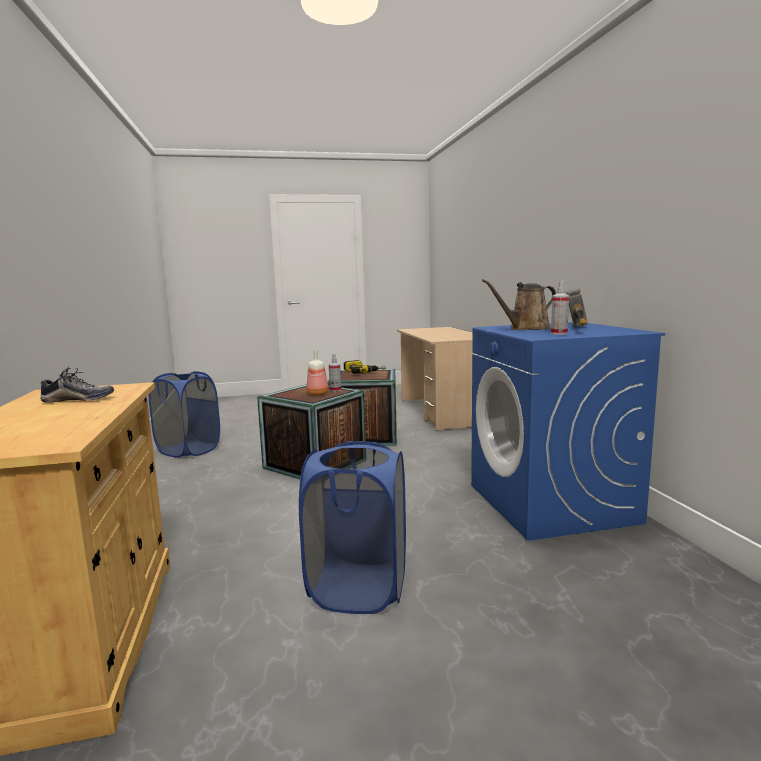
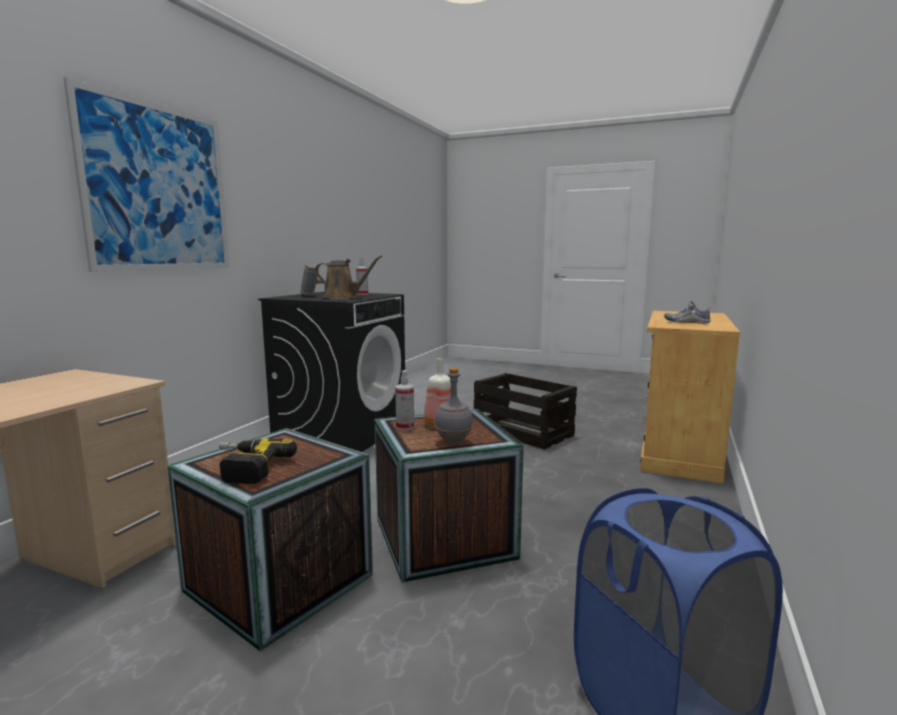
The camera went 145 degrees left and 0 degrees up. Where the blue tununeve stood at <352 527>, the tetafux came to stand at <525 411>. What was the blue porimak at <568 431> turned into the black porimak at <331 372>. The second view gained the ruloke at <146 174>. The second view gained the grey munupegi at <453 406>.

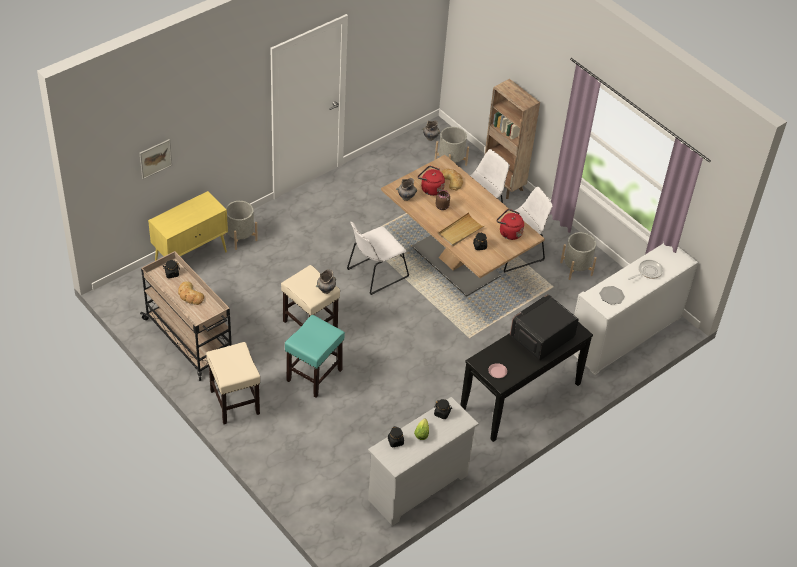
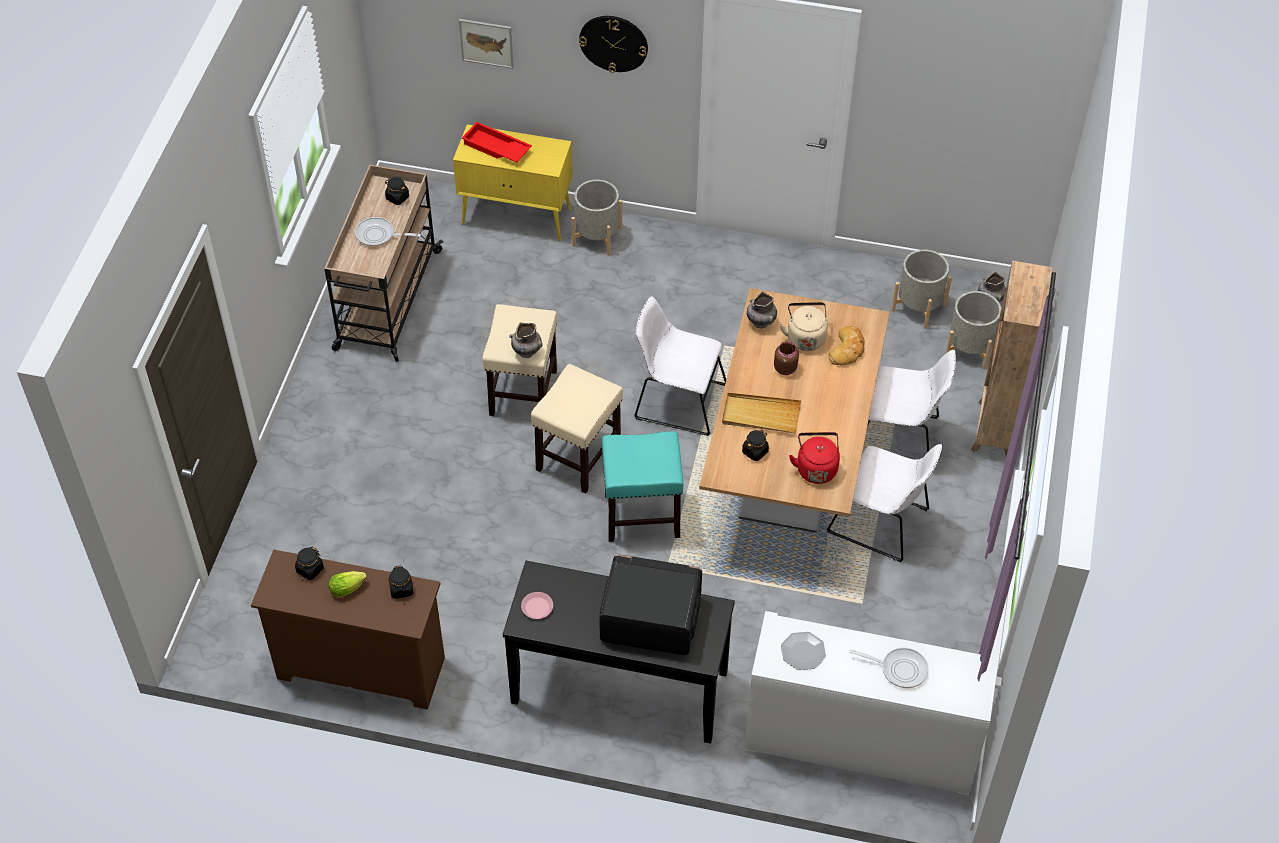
The camera went 55 degrees right and 5 degrees up. Where the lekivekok stood at <191 293>, the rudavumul came to stand at <388 232>. The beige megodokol ended up elsewhere, having gone from <233 383> to <577 429>. The turquoise megodokol ended up elsewhere, having gone from <315 356> to <642 486>. What was the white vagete at <423 461> turned into the brown vagete at <348 629>. What was the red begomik at <431 181> turned into the beige begomik at <804 326>. The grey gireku ended up elsewhere, having gone from <578 256> to <921 289>. The second view gained the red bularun at <497 142>. The second view gained the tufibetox at <613 44>.

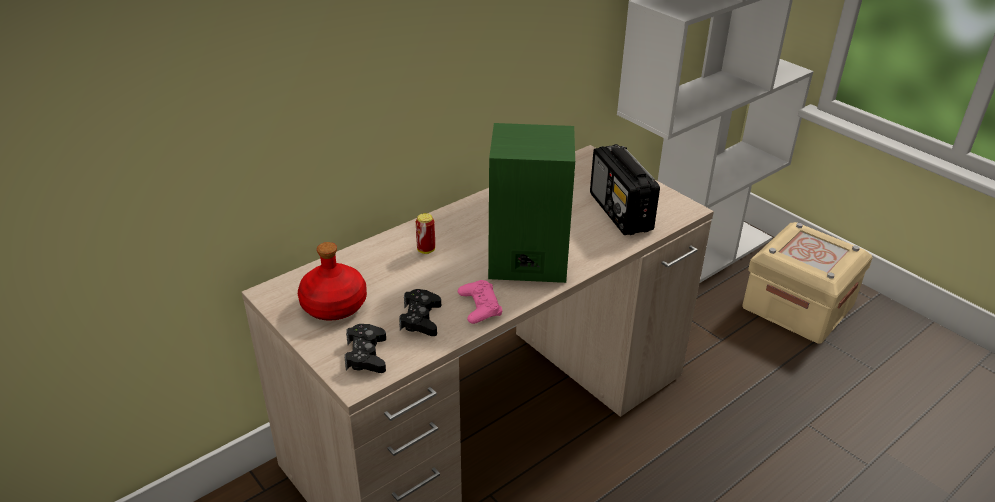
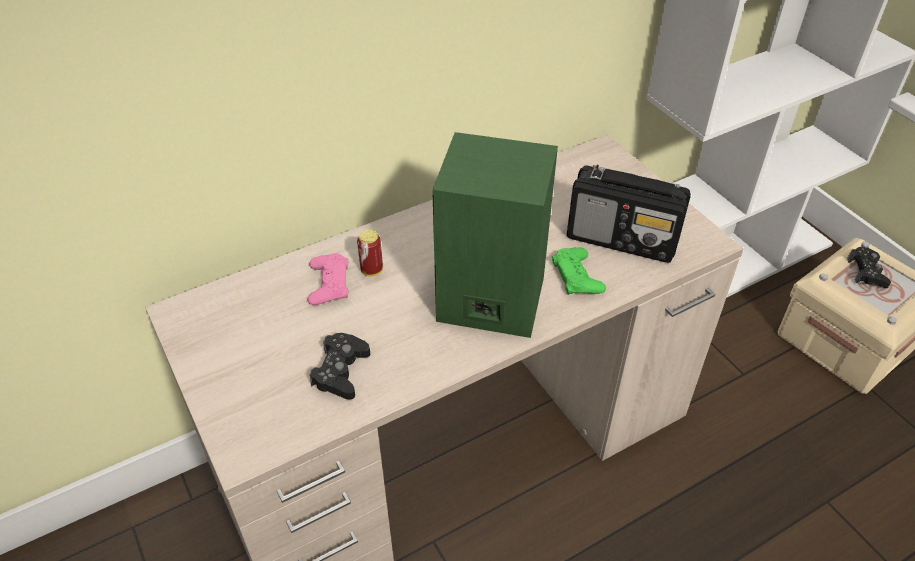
The camera went 10 degrees right and 10 degrees up. The second view lost the red munupegi at <332 281>. The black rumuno ended up elsewhere, having gone from <365 348> to <869 267>. The pink rumuno ended up elsewhere, having gone from <480 302> to <328 279>. The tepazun at <625 189> ended up facing another way, 60 degrees counterclockwise from before. The second view gained the green rumuno at <579 271>.

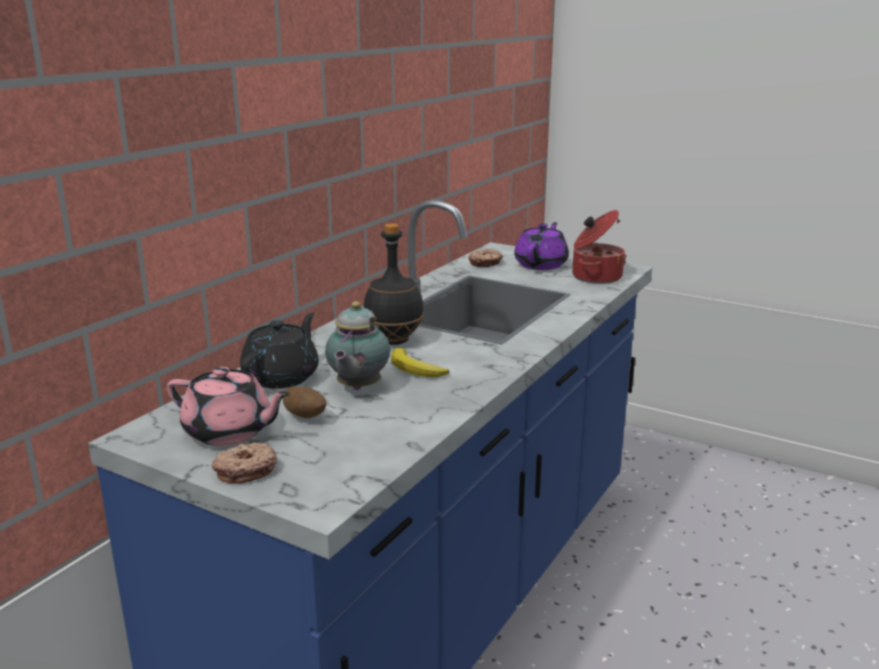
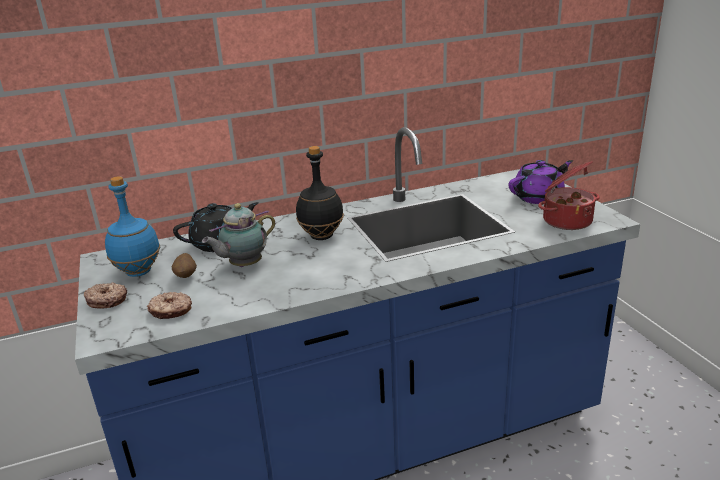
The camera went 40 degrees right and 5 degrees up. Where the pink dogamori stood at <229 406>, the blue munupegi came to stand at <132 226>. The second view lost the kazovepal at <420 362>. The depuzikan ended up elsewhere, having gone from <485 258> to <169 305>.

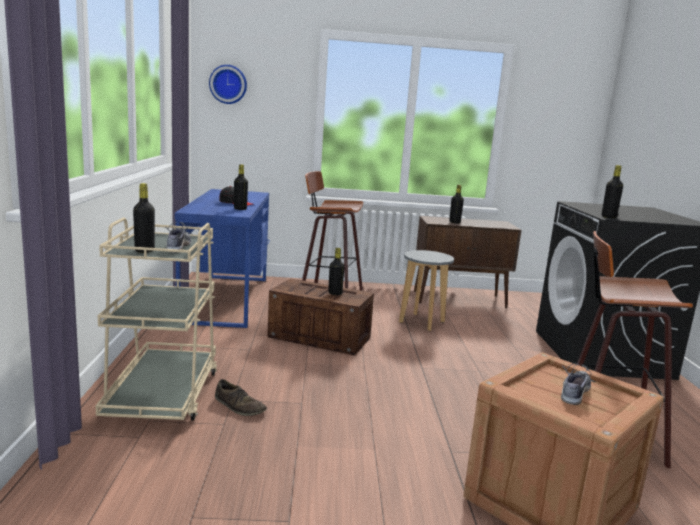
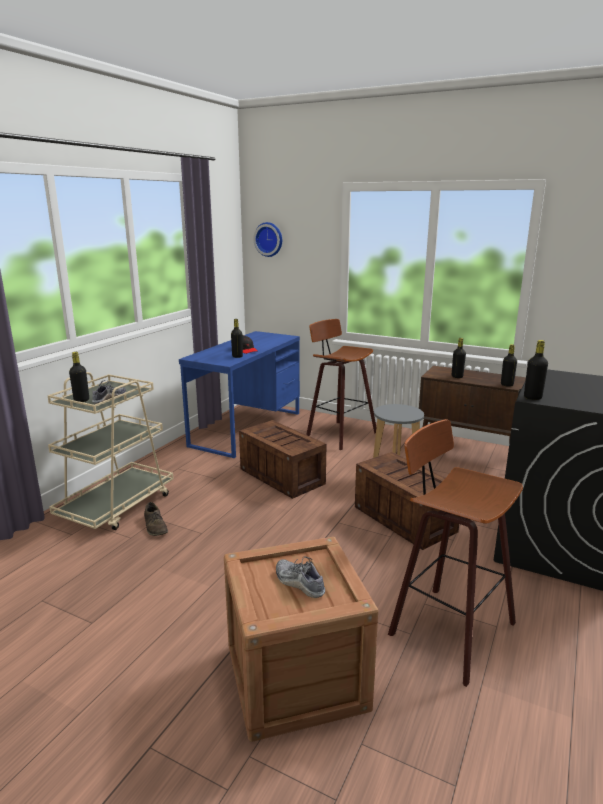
The camera went 30 degrees right and 5 degrees up. The black munupegi ended up elsewhere, having gone from <336 271> to <509 365>. The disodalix at <578 384> ended up facing another way, 105 degrees counterclockwise from before. The second view gained the tetafux at <407 501>.

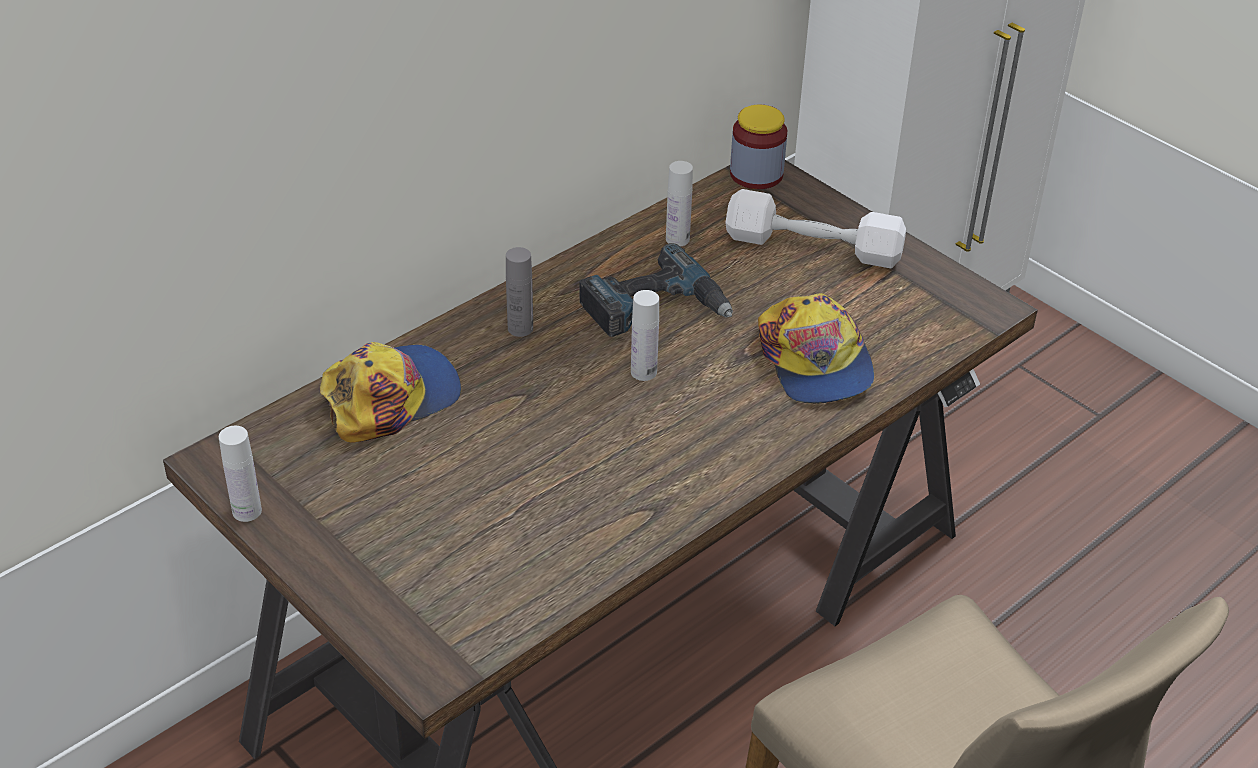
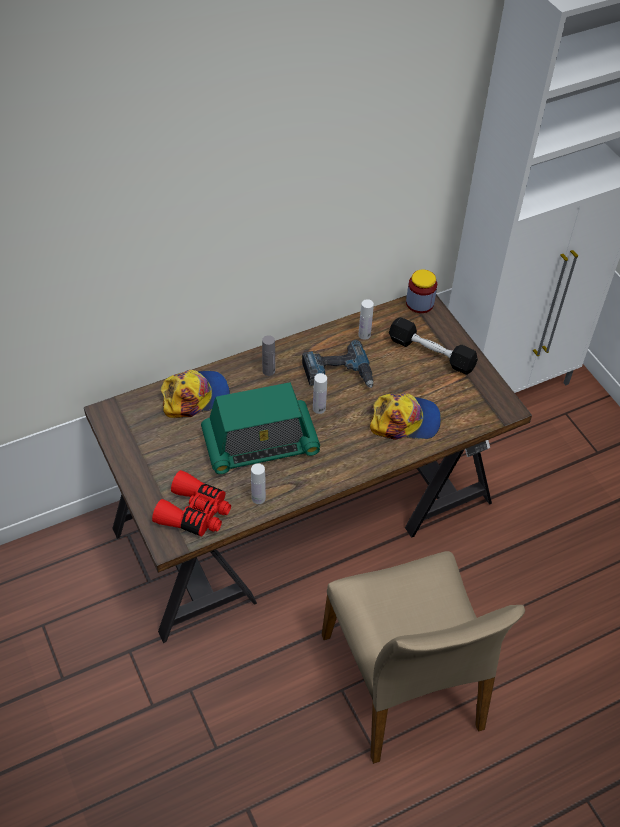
The camera went 15 degrees right and 10 degrees up. The white munupegi ended up elsewhere, having gone from <240 474> to <258 483>. What was the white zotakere at <815 228> turned into the black zotakere at <433 346>. The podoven at <816 348> ended up facing another way, 90 degrees counterclockwise from before. The second view gained the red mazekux at <191 503>. The second view gained the tepazun at <260 428>.

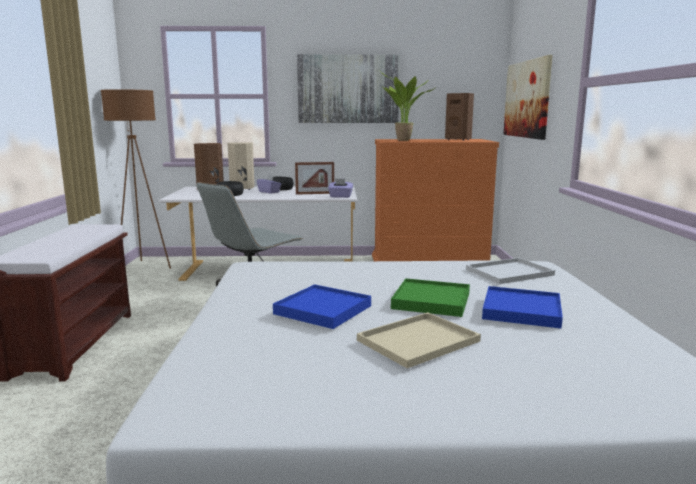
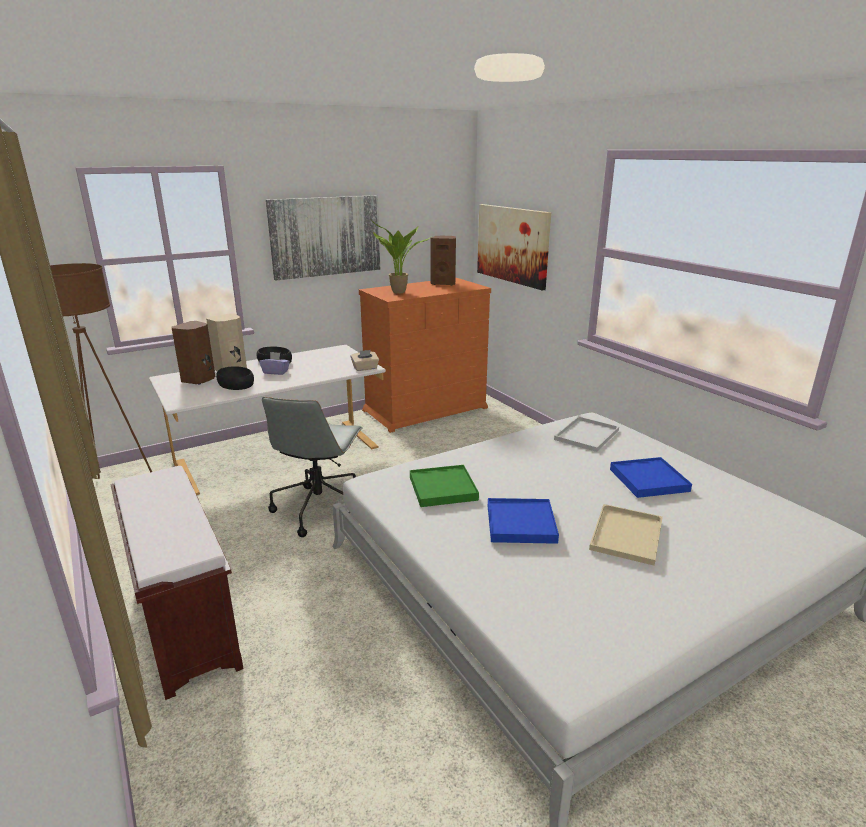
The camera went 30 degrees left and 10 degrees up. The second view lost the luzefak at <314 178>. What was the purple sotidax at <340 188> turned into the beige sotidax at <365 360>. The green bularun ended up elsewhere, having gone from <430 297> to <444 486>.

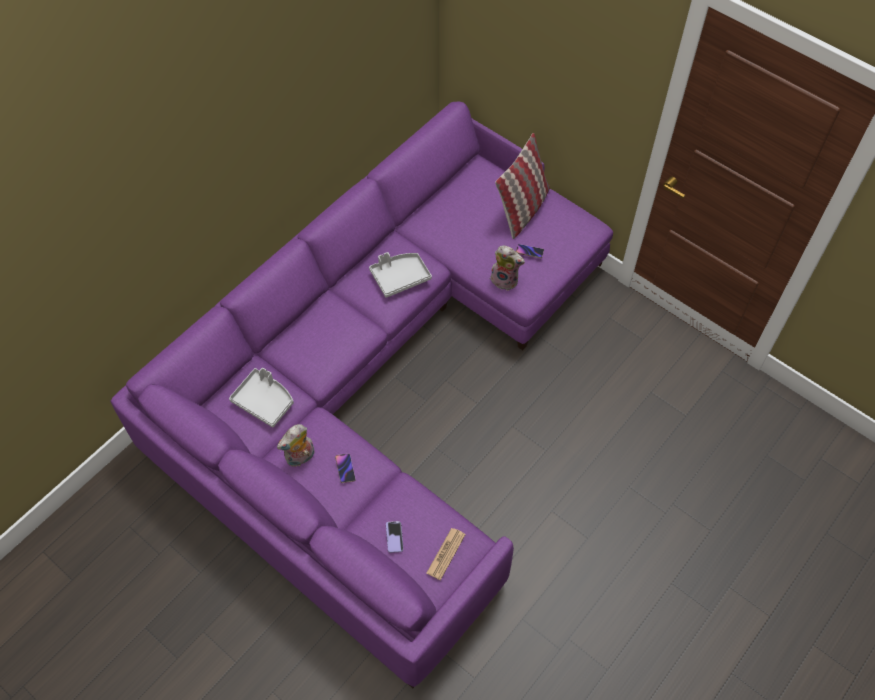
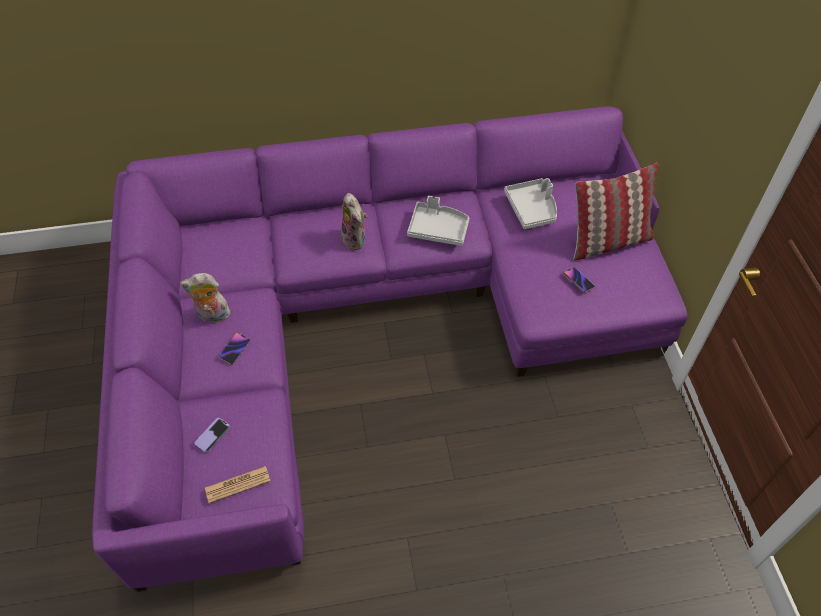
The camera went 40 degrees right and 5 degrees down. The grey bularun ended up elsewhere, having gone from <261 397> to <530 203>. The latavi ended up elsewhere, having gone from <506 268> to <354 221>.

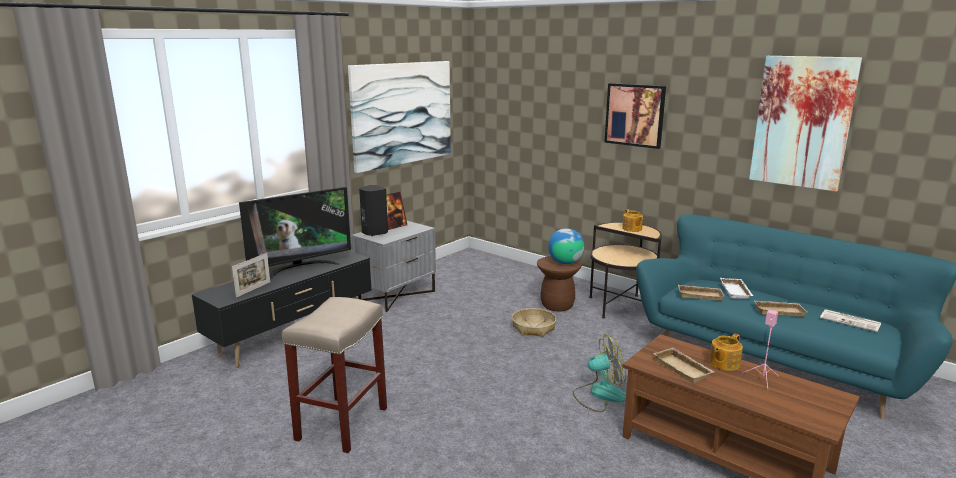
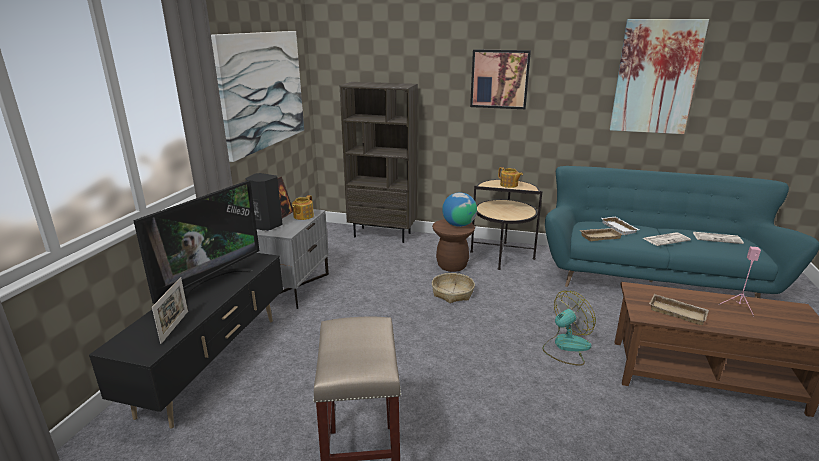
The camera went 25 degrees left and 5 degrees up. The dogamori ended up elsewhere, having gone from <726 352> to <303 207>. Where the beige bularun stood at <780 309>, the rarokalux came to stand at <667 239>. The second view gained the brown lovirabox at <378 162>.

